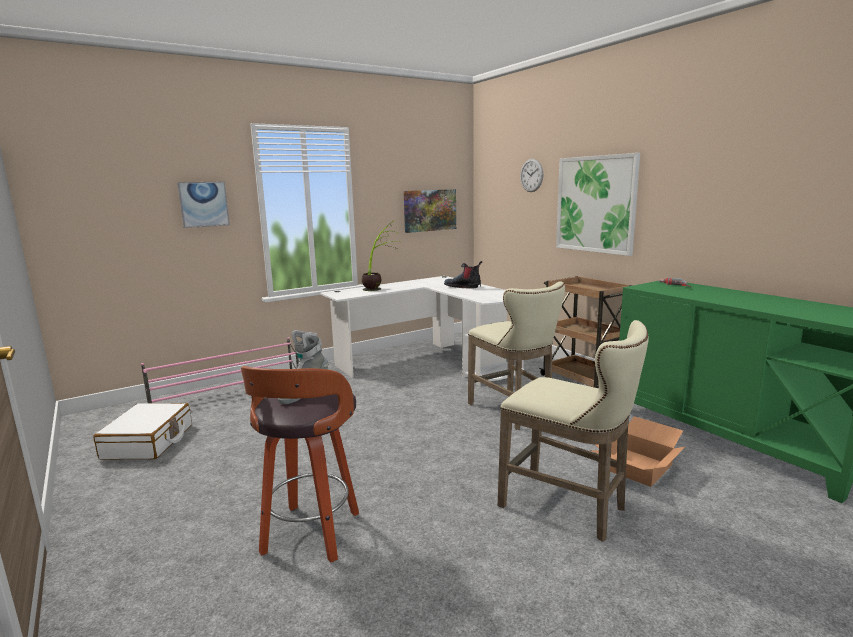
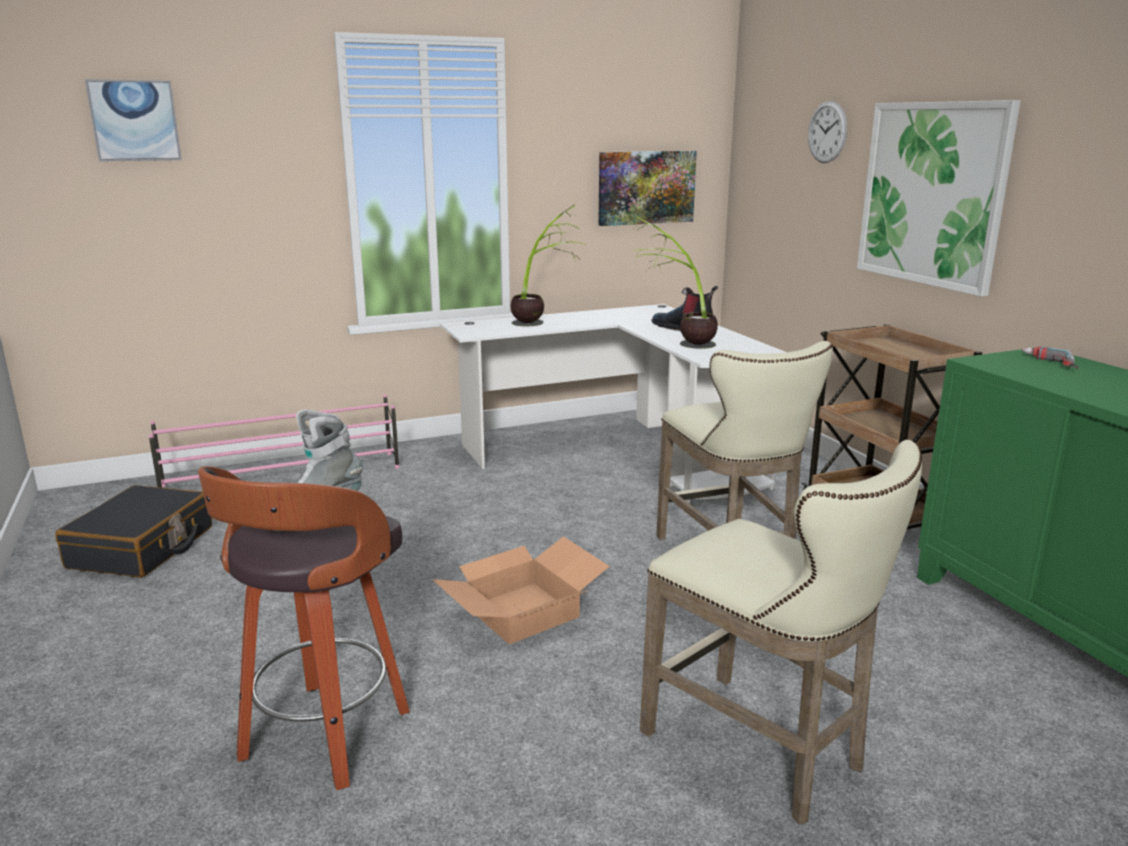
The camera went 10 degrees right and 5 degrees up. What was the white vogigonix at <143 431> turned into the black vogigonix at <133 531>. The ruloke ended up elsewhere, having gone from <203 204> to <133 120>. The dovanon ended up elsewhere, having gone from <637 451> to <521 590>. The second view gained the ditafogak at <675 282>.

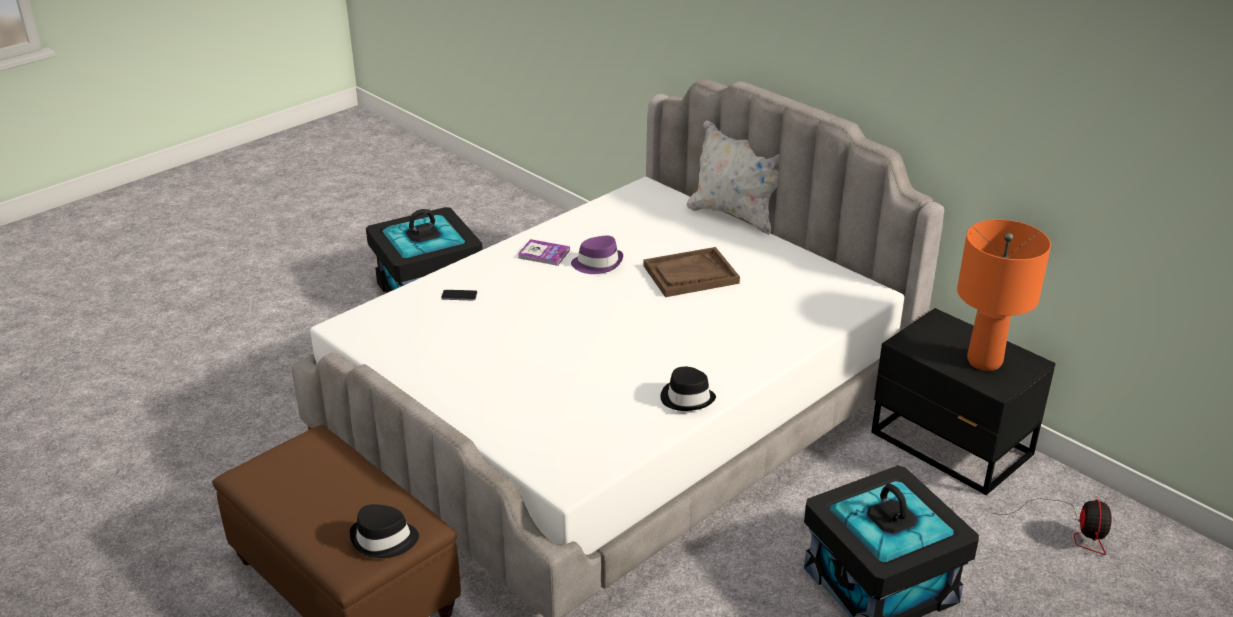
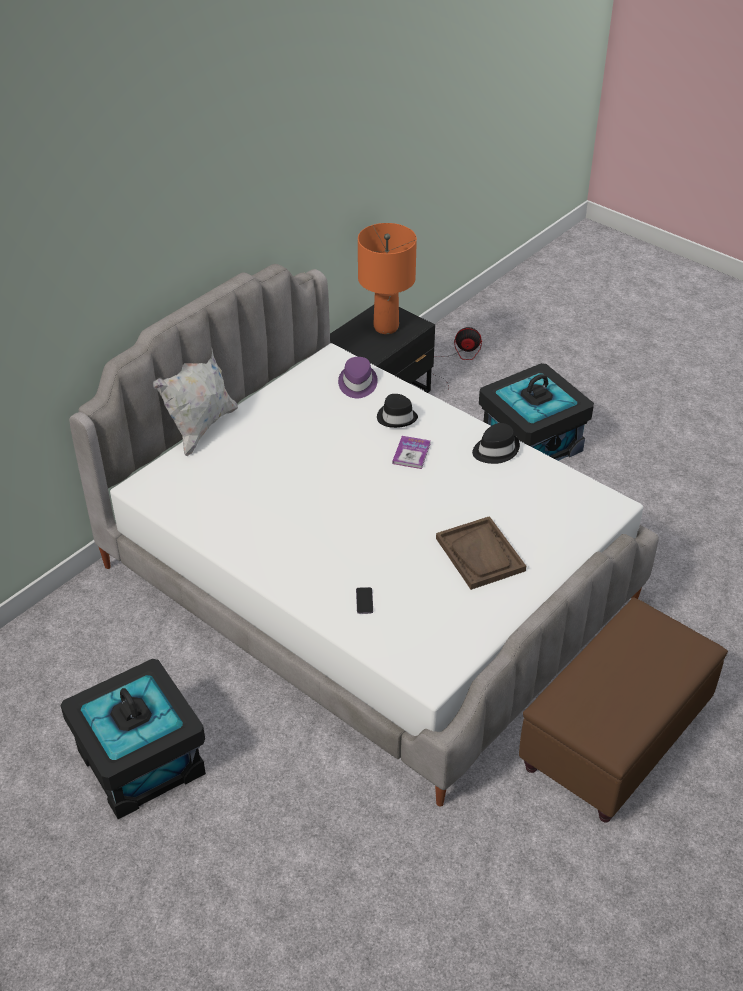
The camera went 95 degrees left and 10 degrees up. The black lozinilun ended up elsewhere, having gone from <384 531> to <397 411>. The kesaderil ended up elsewhere, having gone from <544 252> to <411 452>. The purple lozinilun ended up elsewhere, having gone from <597 255> to <358 377>. The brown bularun ended up elsewhere, having gone from <691 272> to <481 553>.

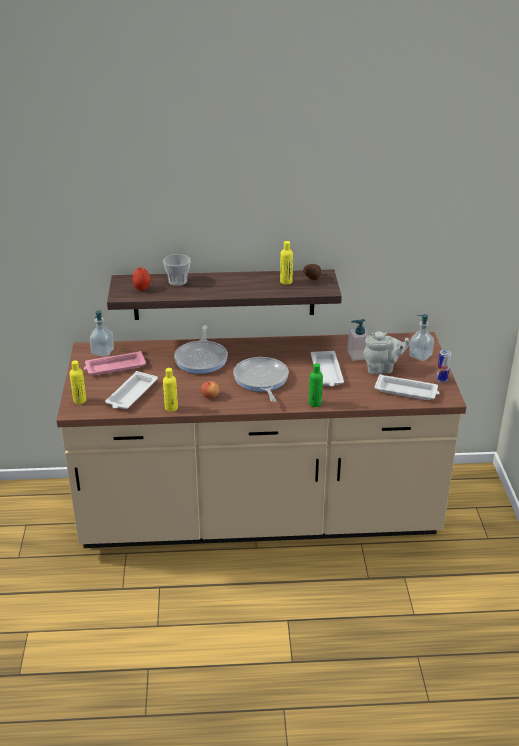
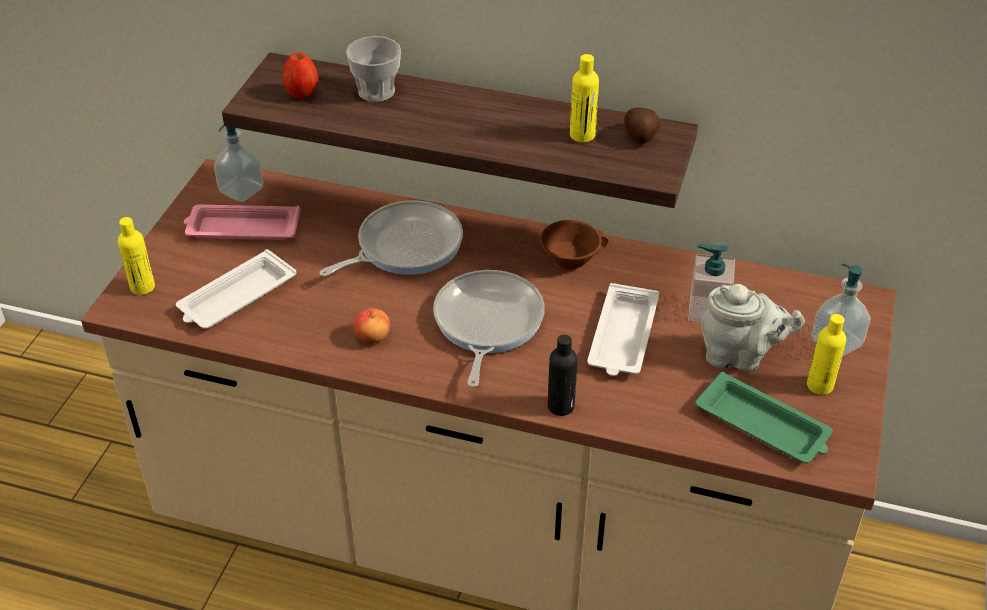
The camera went 20 degrees right and 10 degrees up. The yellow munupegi ended up elsewhere, having gone from <170 390> to <826 354>. The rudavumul at <201 349> ended up facing another way, 150 degrees counterclockwise from before. What was the green munupegi at <316 385> turned into the black munupegi at <563 375>. What was the white bularun at <406 387> turned into the green bularun at <764 418>. The second view lost the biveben at <443 366>. The second view gained the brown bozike at <574 245>.

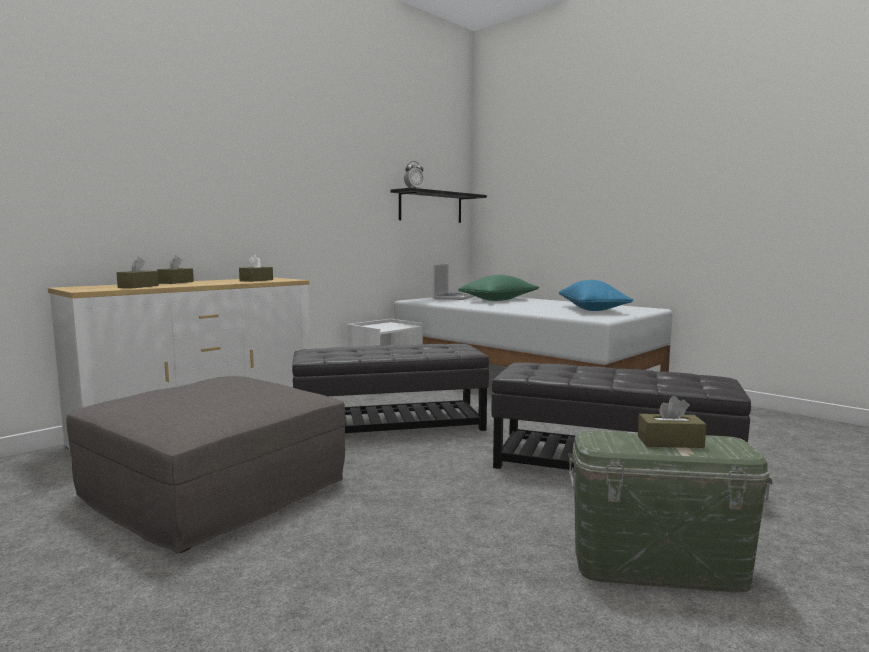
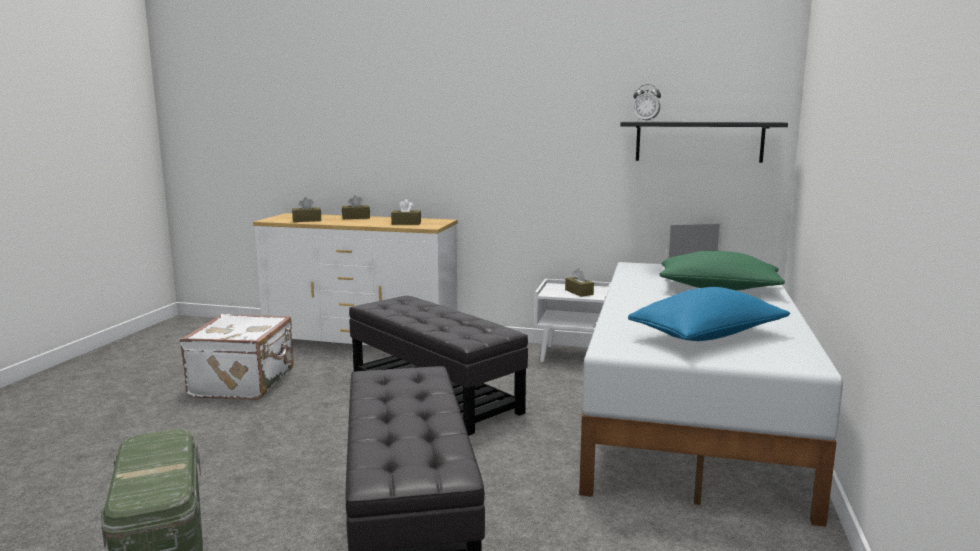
The camera went 60 degrees right and 5 degrees up. Where the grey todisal stood at <205 464>, the white vogigonix came to stand at <237 357>. The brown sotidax ended up elsewhere, having gone from <672 422> to <579 282>.

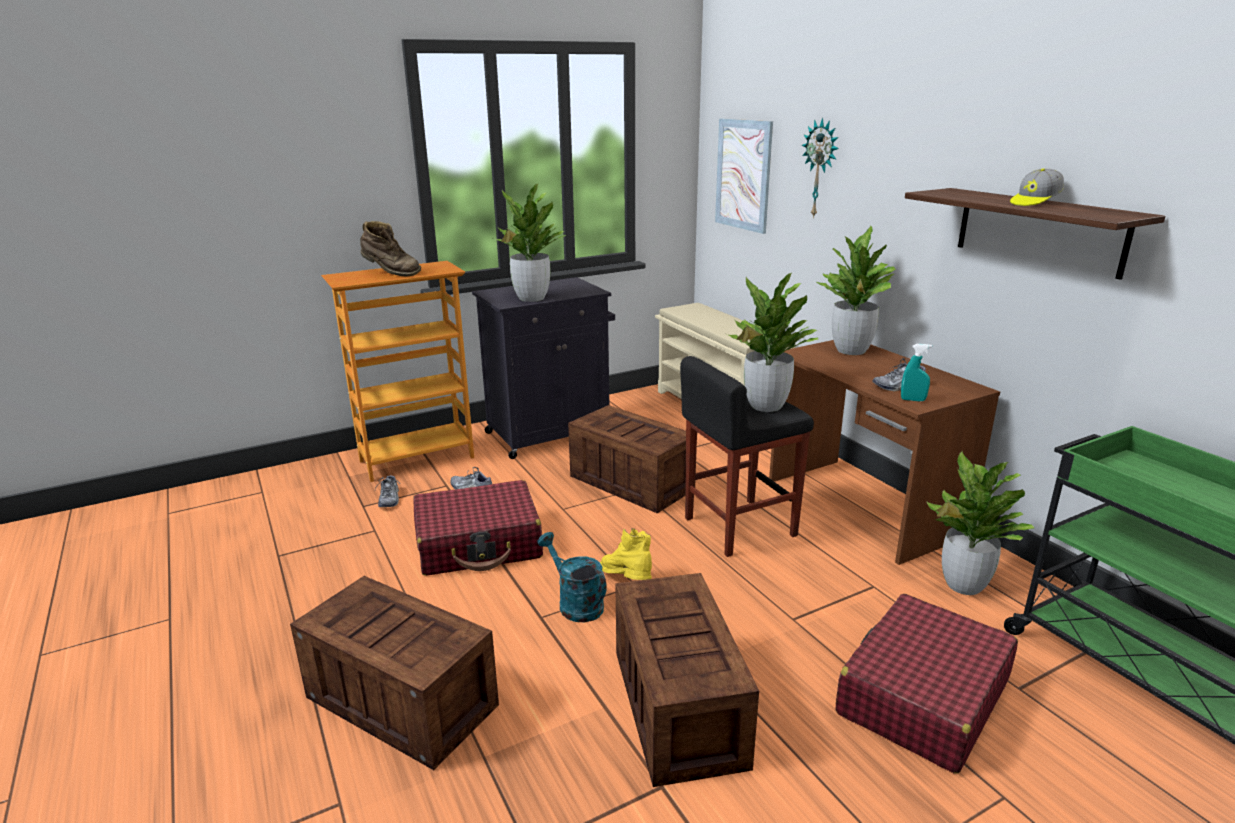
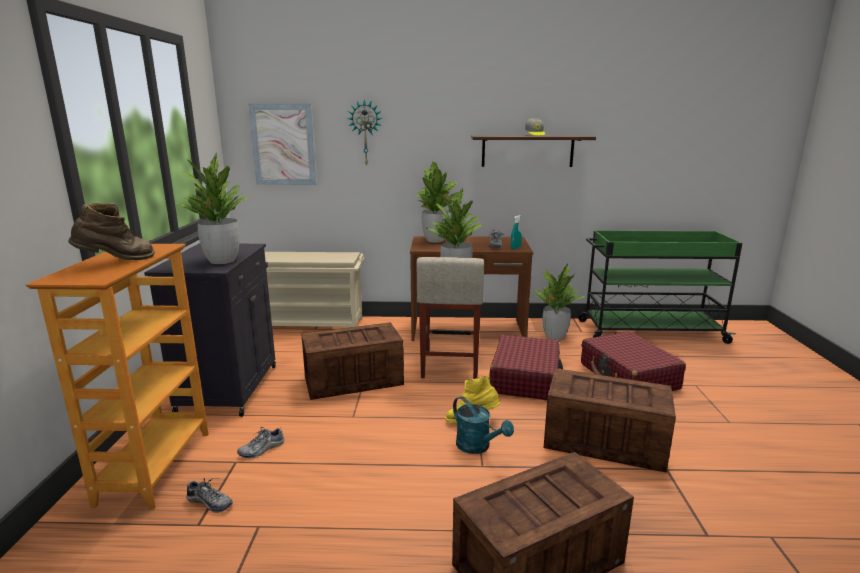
The camera went 60 degrees left and 5 degrees down. The red vogigonix ended up elsewhere, having gone from <478 528> to <526 367>. The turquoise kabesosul at <572 577> ended up facing another way, 120 degrees counterclockwise from before. What was the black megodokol at <747 456> turned into the beige megodokol at <450 318>.

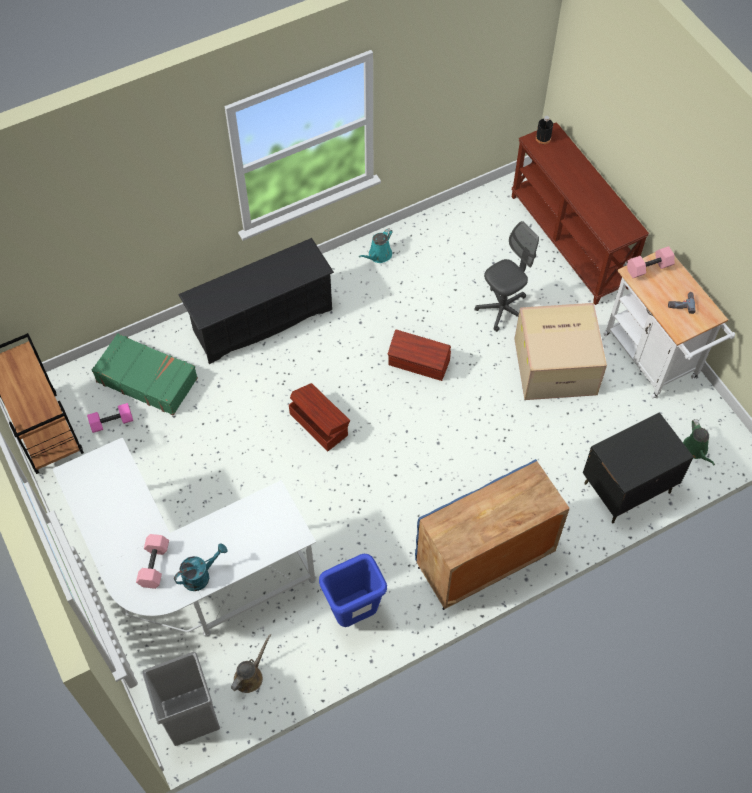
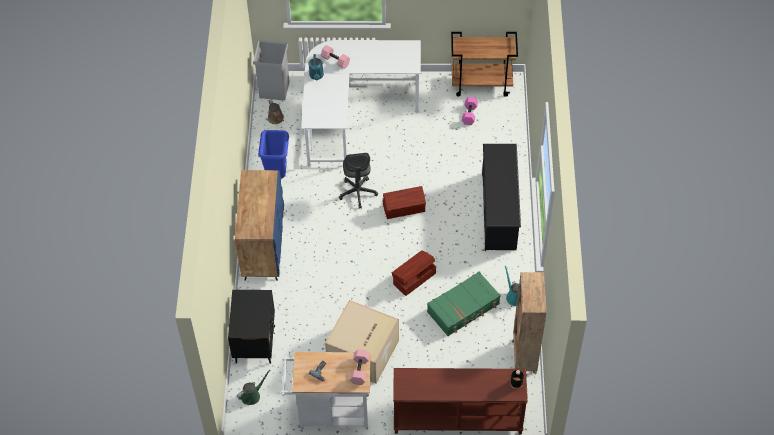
The camera went 120 degrees right and 5 degrees down. The green vogigonix ended up elsewhere, having gone from <145 374> to <464 304>. The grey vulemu ended up elsewhere, having gone from <507 276> to <358 181>. The green kabesosul at <699 442> ended up facing another way, 120 degrees clockwise from before. The second view gained the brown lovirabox at <529 323>.

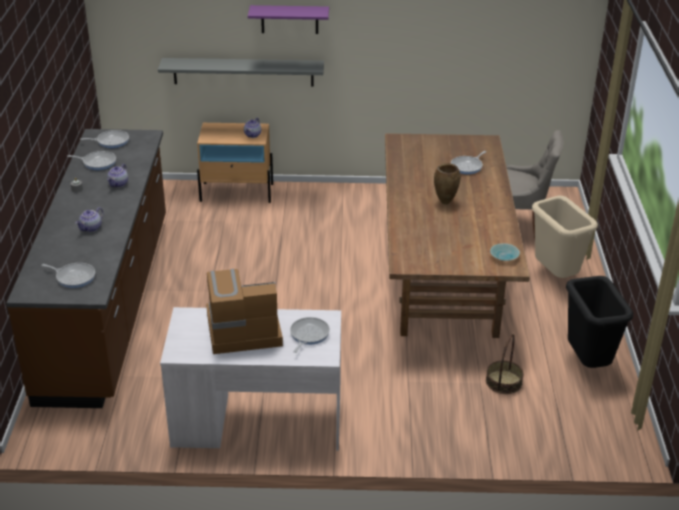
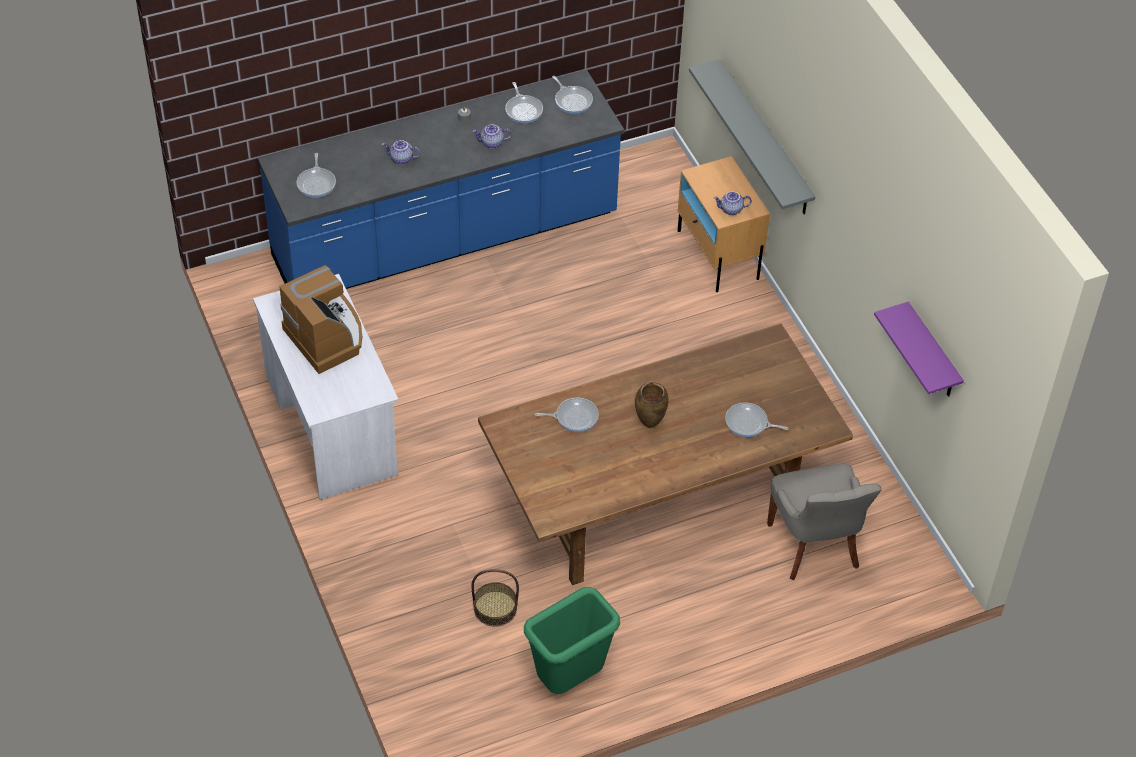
The camera went 65 degrees right and 15 degrees up. What was the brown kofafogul at <86 268> turned into the blue kofafogul at <441 179>. The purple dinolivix ended up elsewhere, having gone from <288 19> to <919 349>. The rudavumul ended up elsewhere, having gone from <310 335> to <567 415>. The second view lost the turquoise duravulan at <505 252>. The second view lost the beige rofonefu at <565 237>. What was the black rofonefu at <599 322> turned into the green rofonefu at <572 640>.

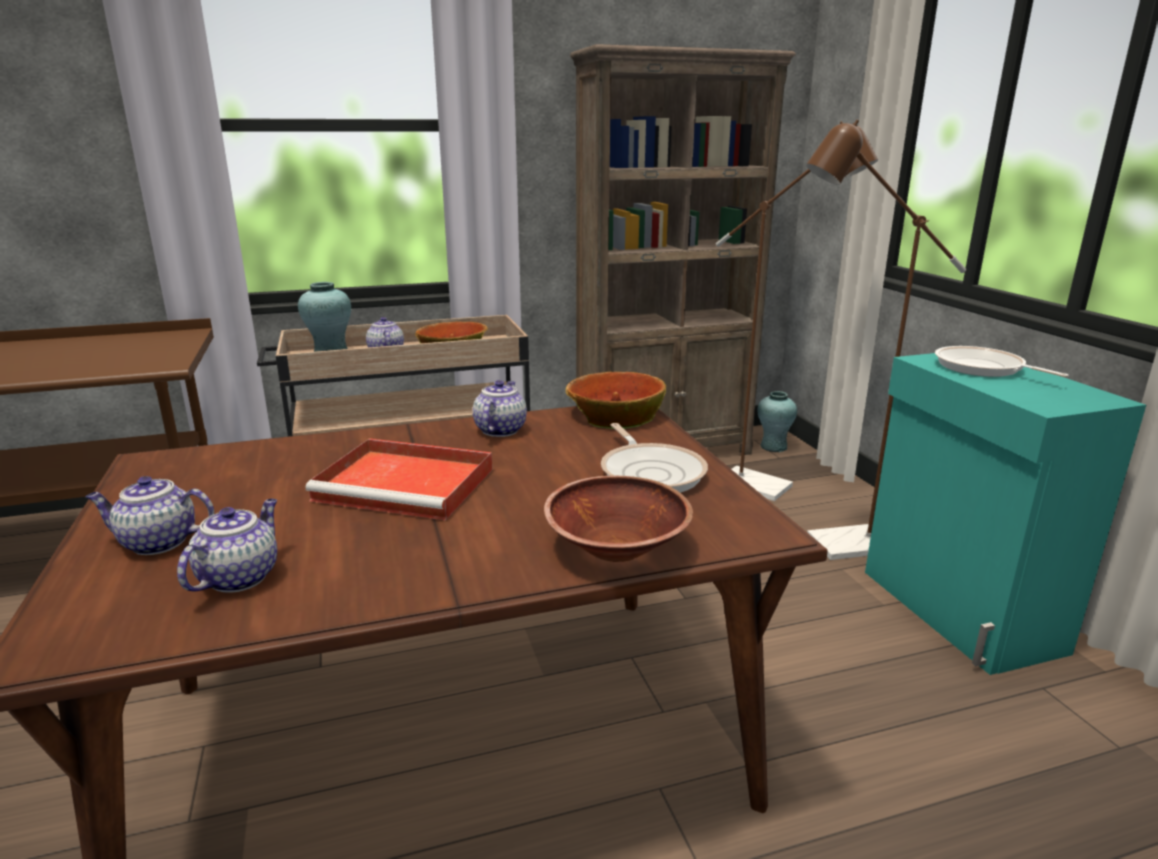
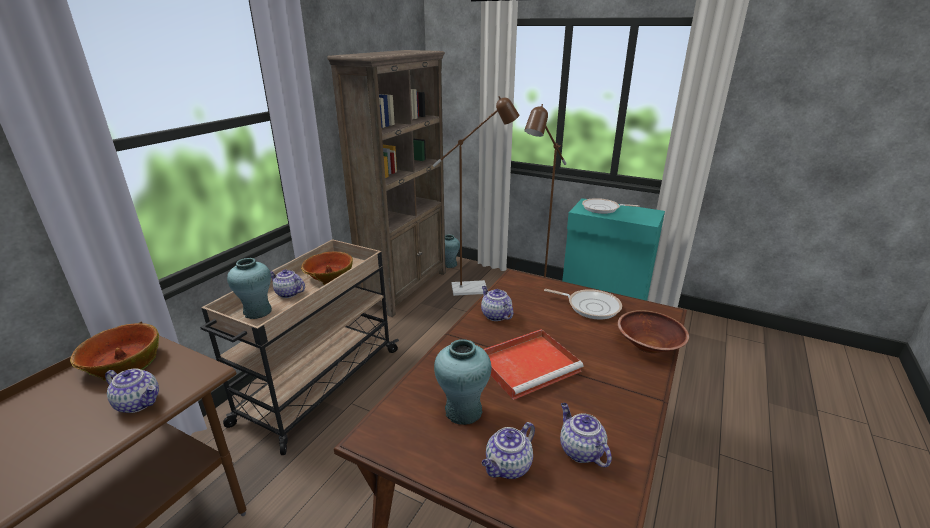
The camera went 45 degrees left and 5 degrees up. The duravulan ended up elsewhere, having gone from <616 400> to <114 352>. The second view gained the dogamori at <132 390>. The second view gained the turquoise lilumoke at <463 382>.

